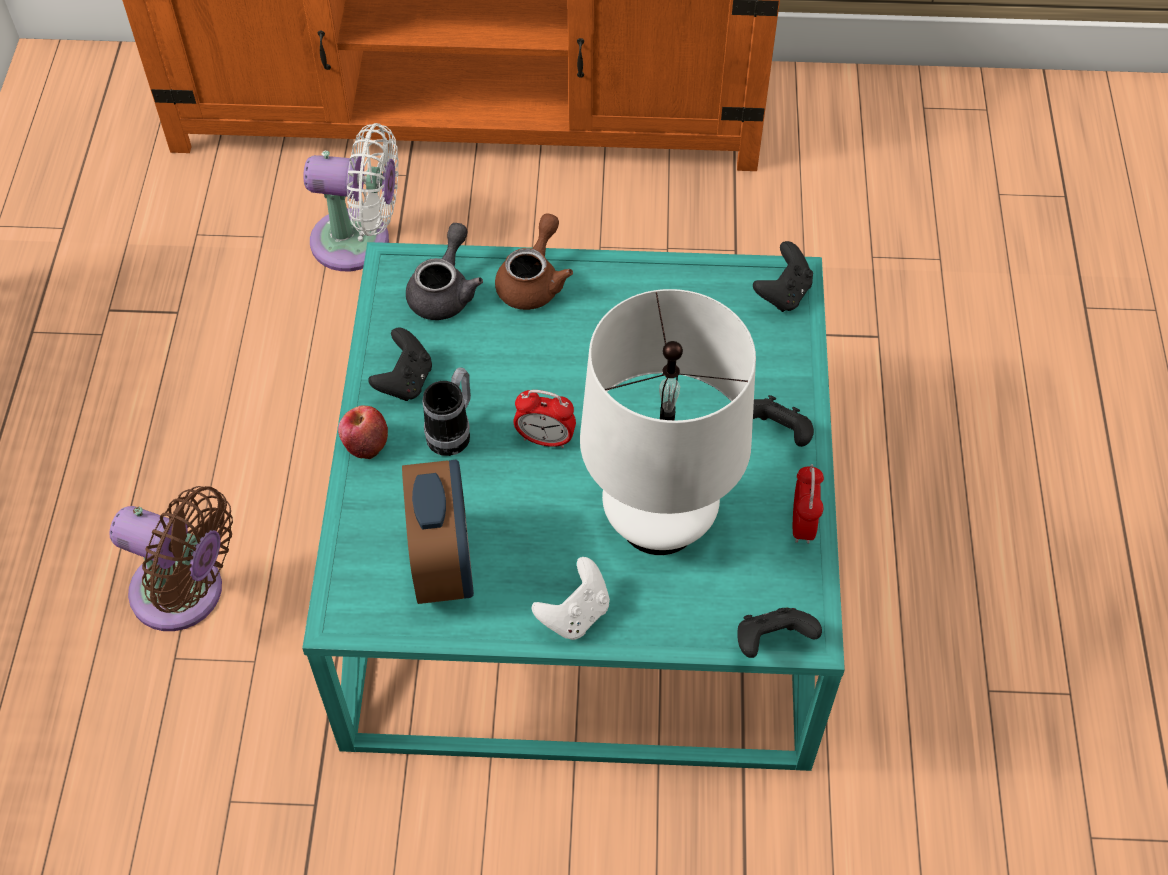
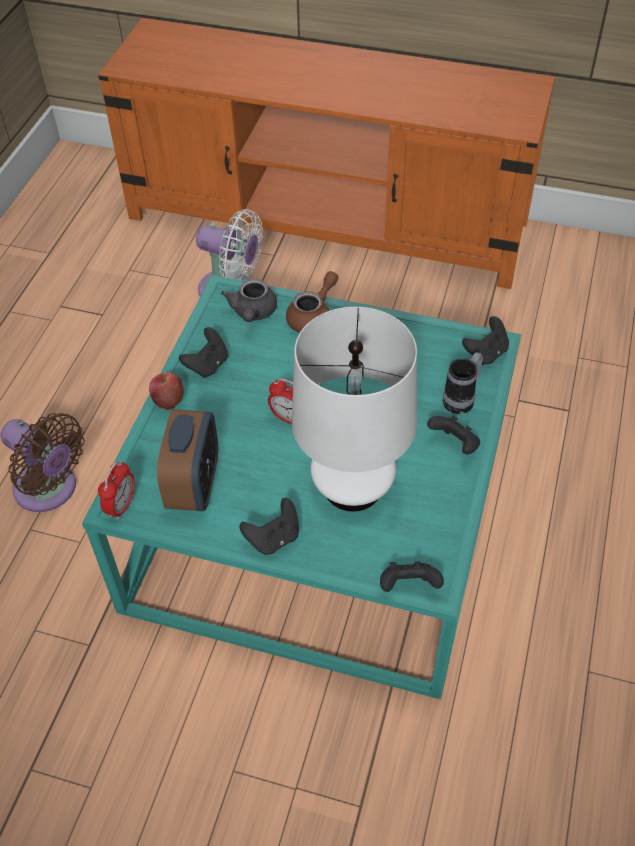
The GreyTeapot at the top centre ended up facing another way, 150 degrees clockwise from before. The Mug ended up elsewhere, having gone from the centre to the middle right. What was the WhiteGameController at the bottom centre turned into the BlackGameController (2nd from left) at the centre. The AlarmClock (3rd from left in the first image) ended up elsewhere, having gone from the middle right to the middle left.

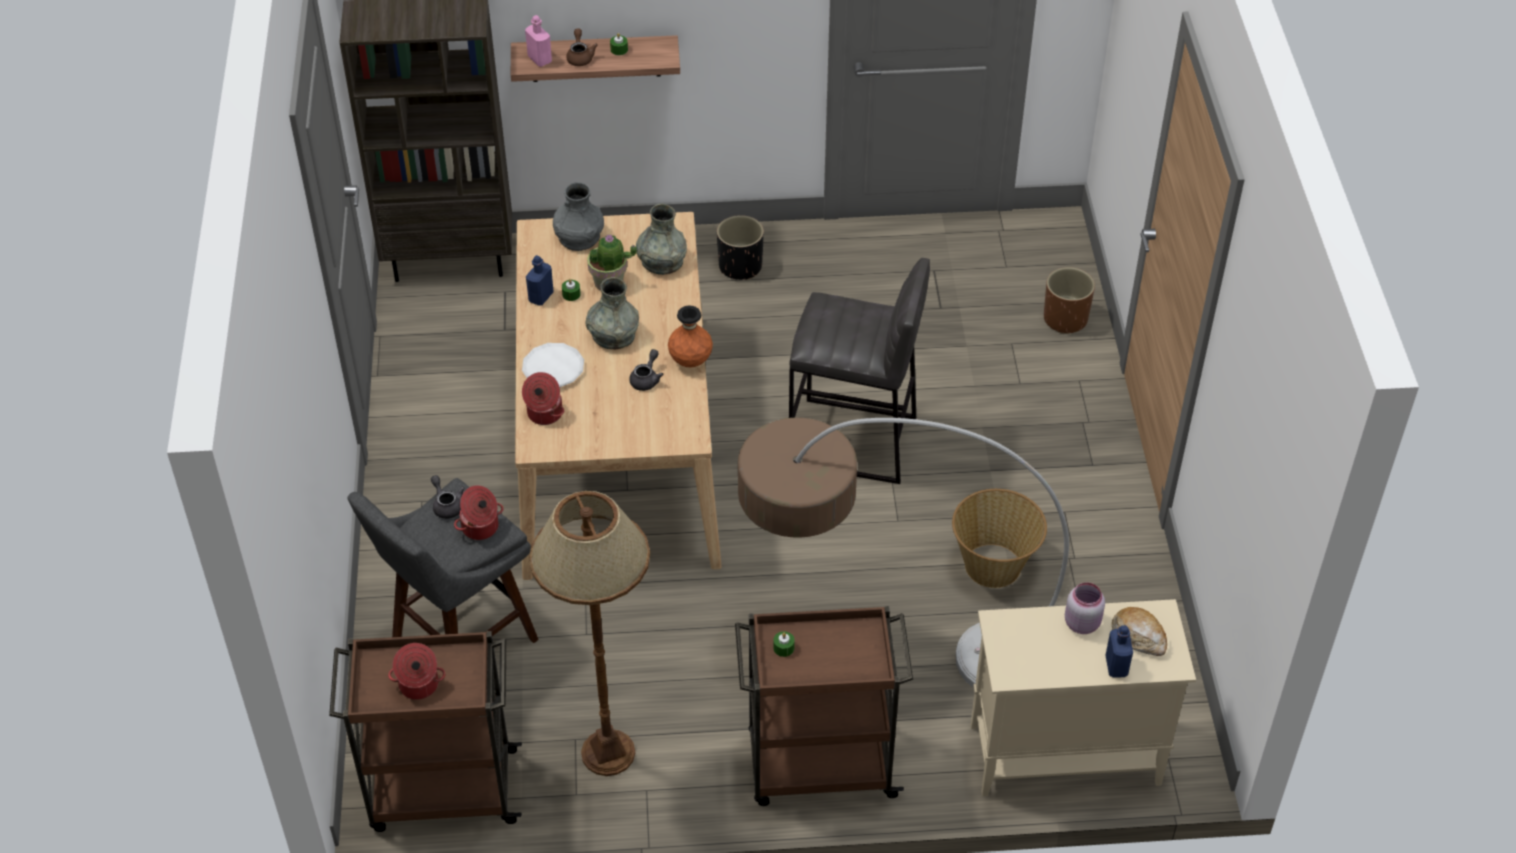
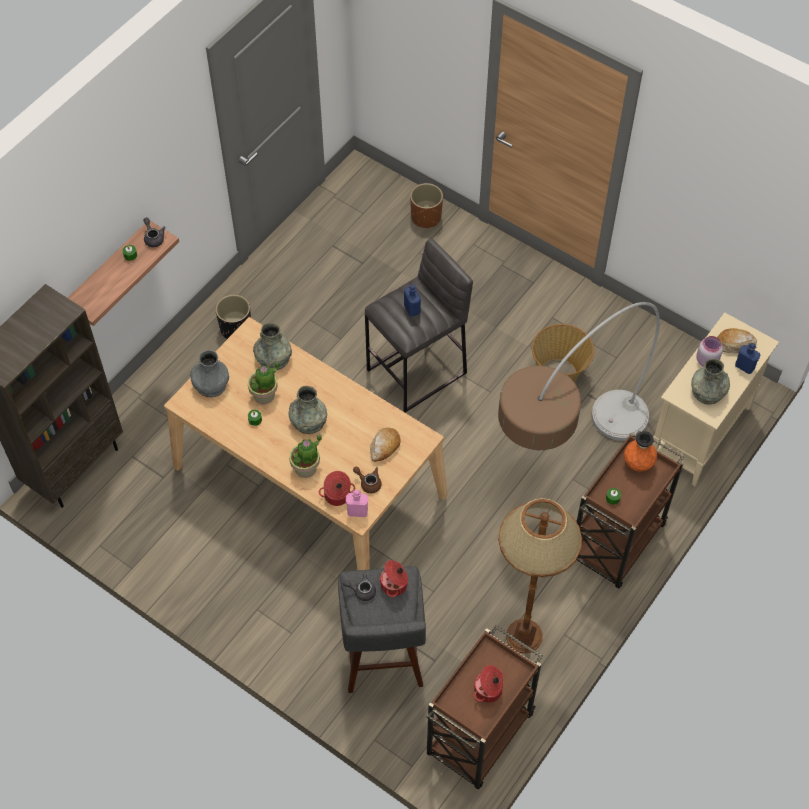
Where the WhitePlate stood at the centre, the PottedPlant (2nd from left) came to stand at the centre. The PinkBottle ended up elsewhere, having gone from the top centre to the centre. The BlueBottle (1st from left) ended up elsewhere, having gone from the top centre to the centre. The BrownTeapot ended up elsewhere, having gone from the top centre to the centre. The GreyTeapot (2nd from left in the first image) ended up elsewhere, having gone from the centre to the top left. The OrangeVase ended up elsewhere, having gone from the centre to the middle right. The second view gained the Bread (1st from left) at the centre. The second view gained the GreyVase (4th from left) at the middle right.

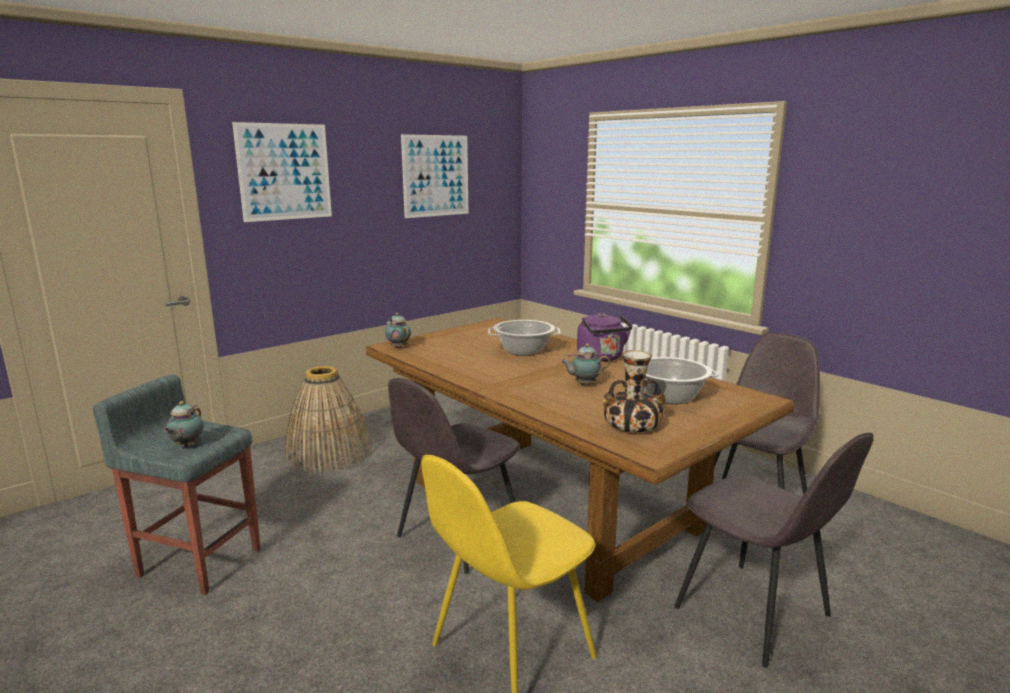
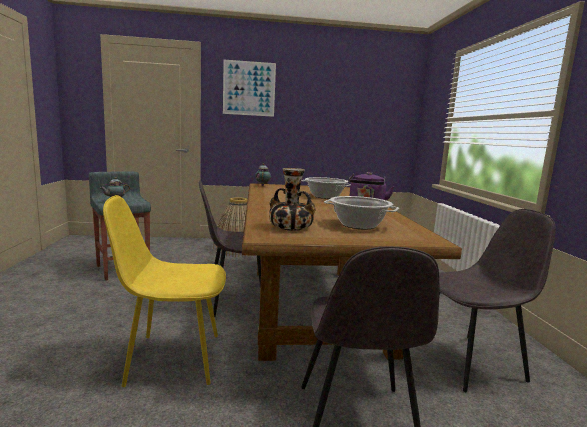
The second view lost the Picture (2nd from left) at the top centre. The second view lost the Teapot (3rd from left) at the centre.

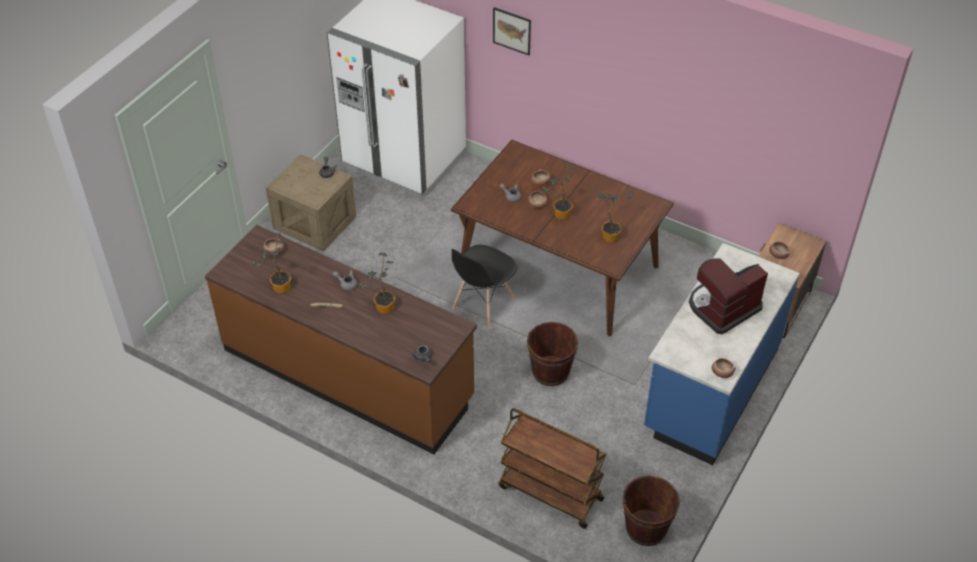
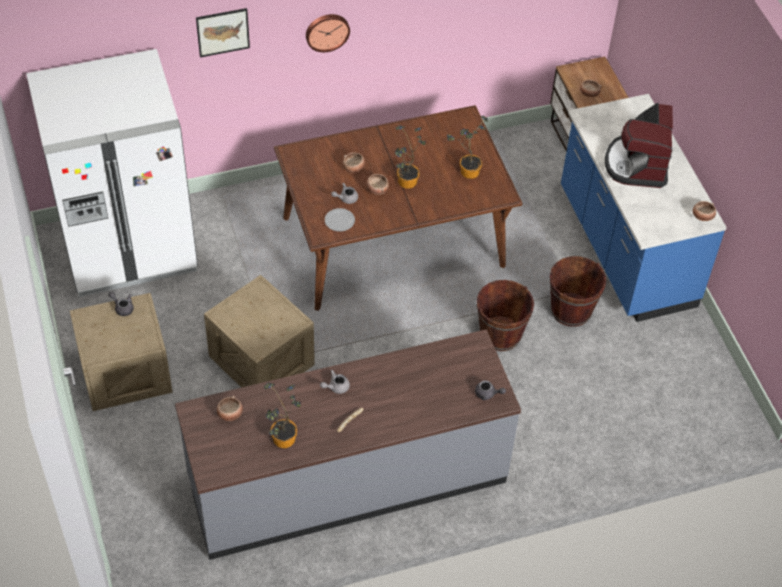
What was the BrownCounter at the centre turned into the GreyCounter at the bottom centre. The second view lost the PottedPlant (2nd from left) at the centre. The second view lost the BlackChair at the centre. The second view lost the BrownCart at the bottom centre. The BrownBucket (2nd from left) ended up elsewhere, having gone from the bottom centre to the middle right. The second view gained the Crate (2nd from left) at the middle left. The second view gained the WallClock at the top centre. The second view gained the Plate at the centre.

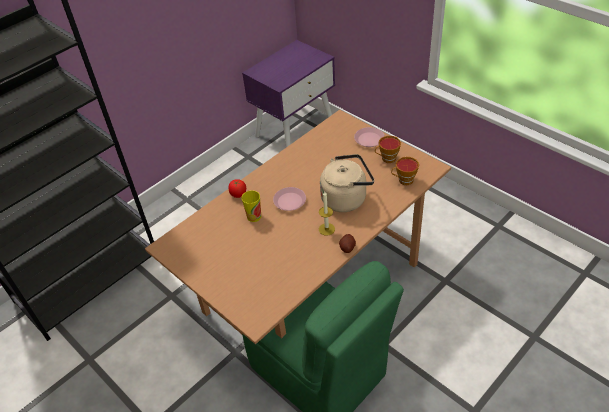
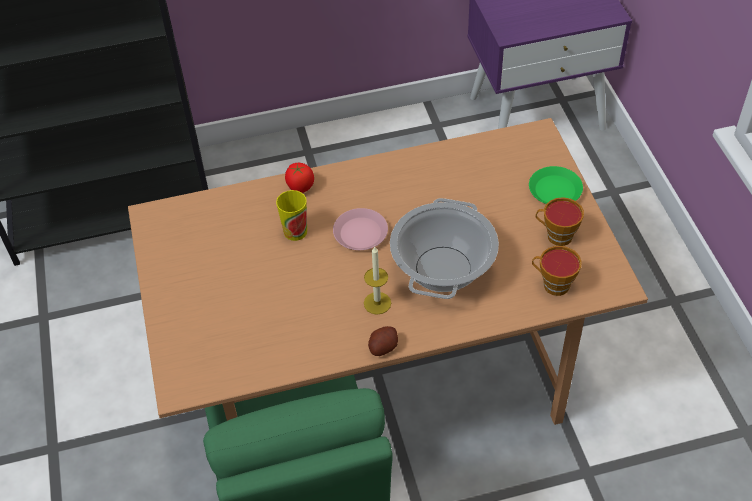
Where the BeigeKettle stood at the centre, the CookingPot came to stand at the centre. What was the PinkPlate (2nd from left) at the top centre turned into the GreenPlate at the middle right.

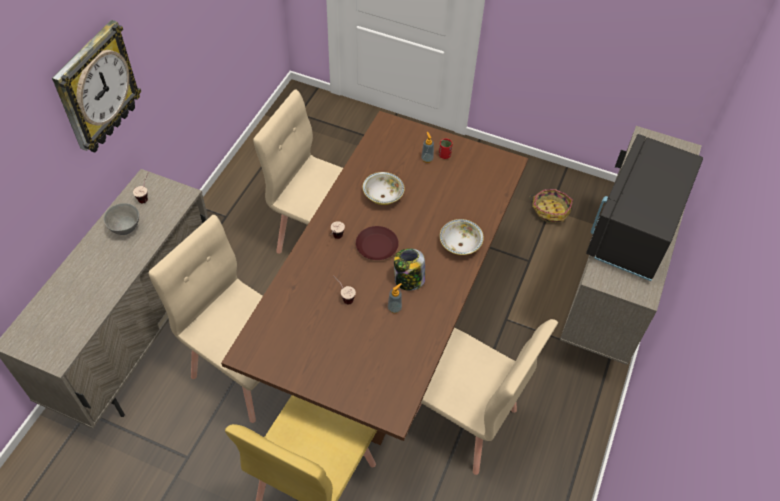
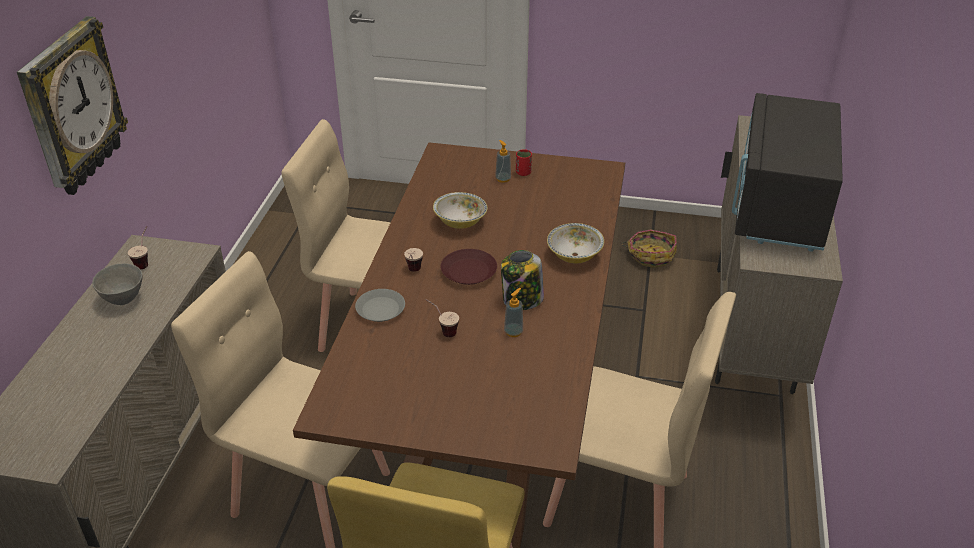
The second view gained the GreyPlate at the centre.

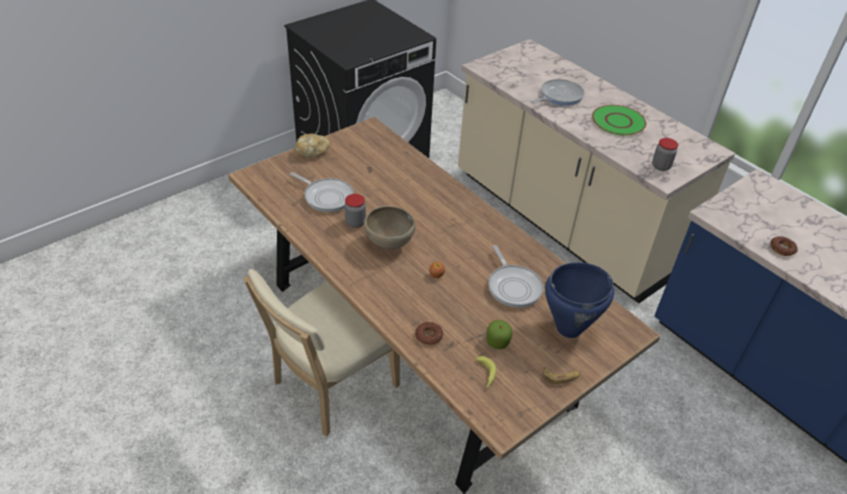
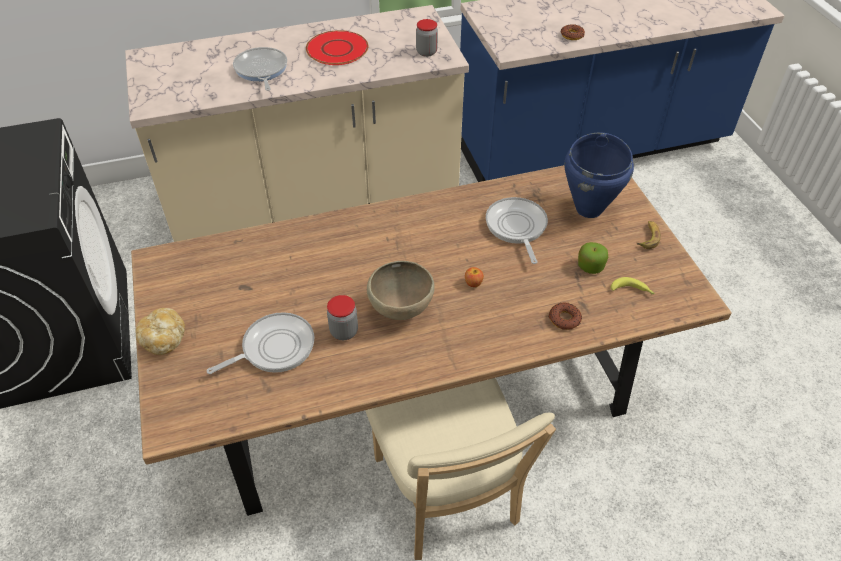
The FryingPan (2nd from left in the first image) at the centre ended up facing another way, 105 degrees counterclockwise from before. What was the GreenPlate at the top right turned into the RedPlate at the top centre.

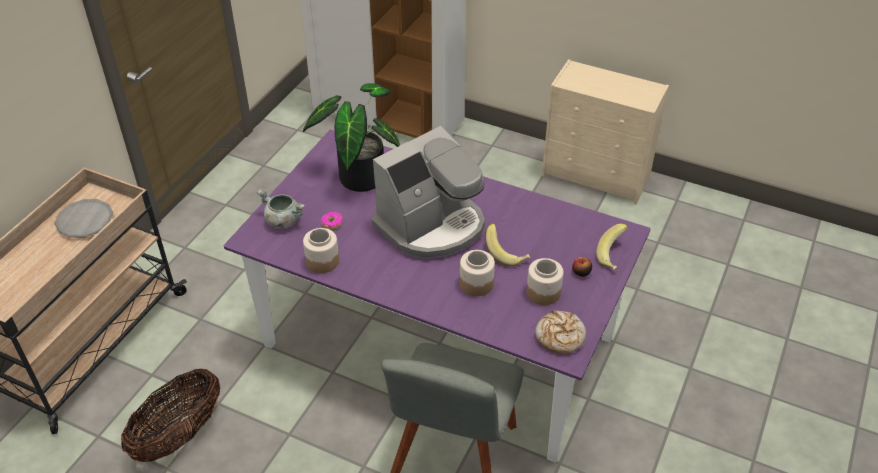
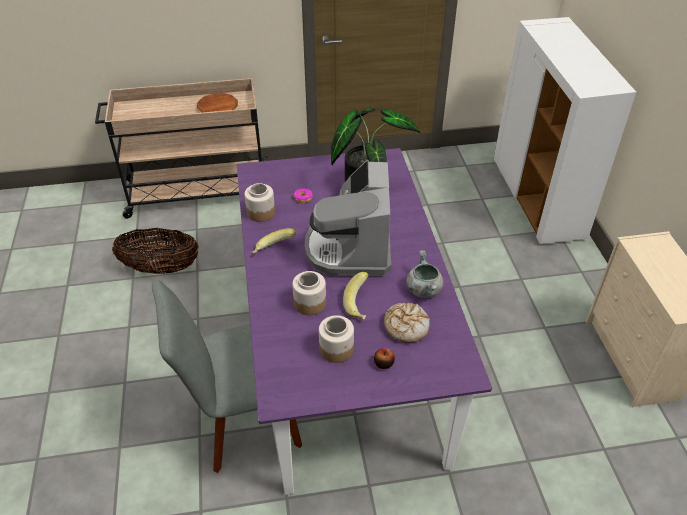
What was the GreyPlate at the middle left turned into the BrownPlate at the top left. The GreyCookingPot ended up elsewhere, having gone from the middle left to the centre. The CoffeeMachine at the centre ended up facing another way, 75 degrees clockwise from before. The Bread ended up elsewhere, having gone from the bottom centre to the centre. The Banana (2nd from left in the first image) ended up elsewhere, having gone from the middle right to the centre.

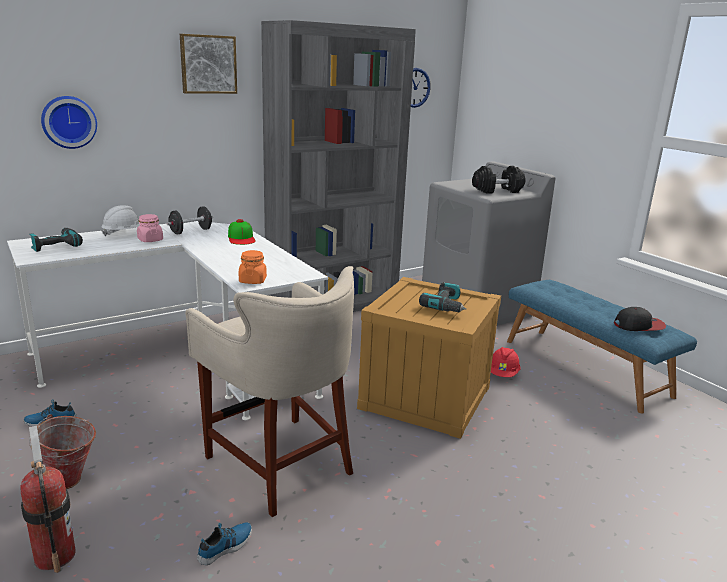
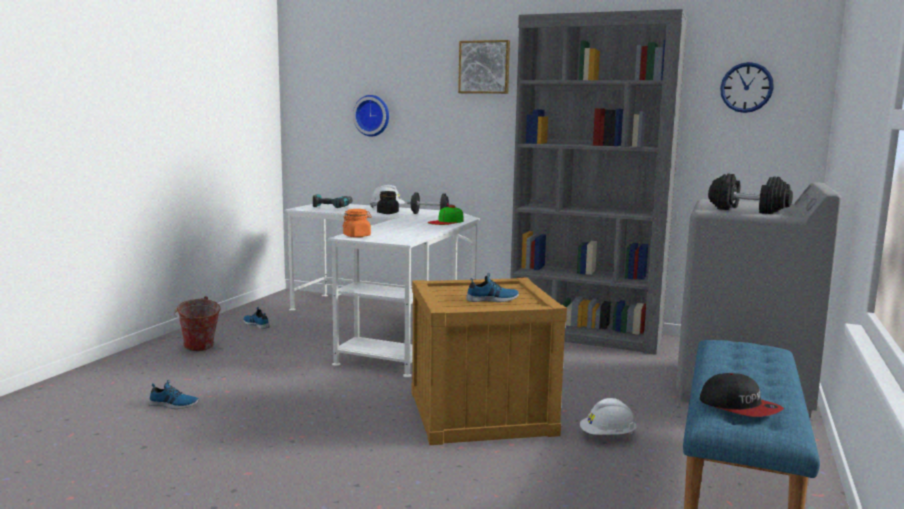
The second view lost the FireExtinguisher at the bottom left. What was the PinkJar at the middle left turned into the BlackJar at the centre. The second view lost the BeigeStool at the bottom centre. Where the PowerDrill (2nd from left) stood at the centre, the Shoe (3rd from left) came to stand at the centre. What was the RedHardHat at the middle right turned into the WhiteHardHat (2nd from left) at the bottom right.

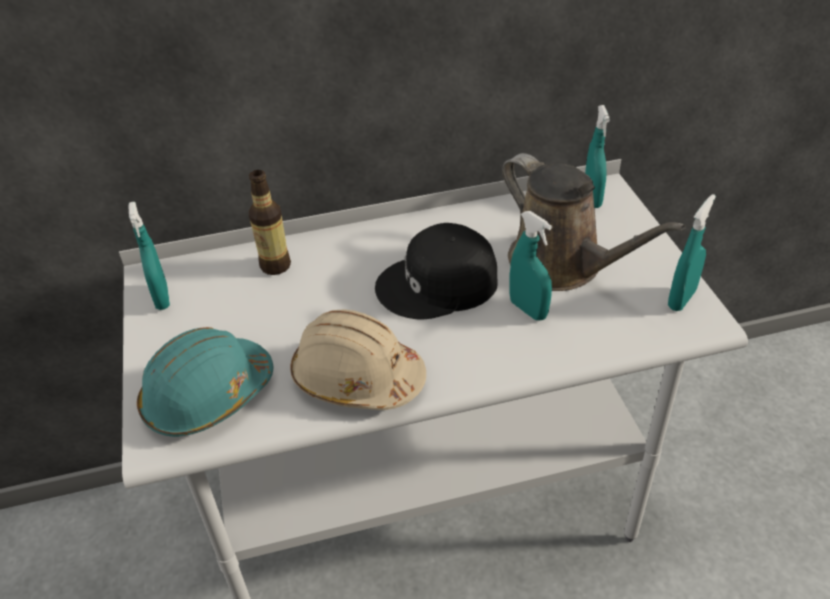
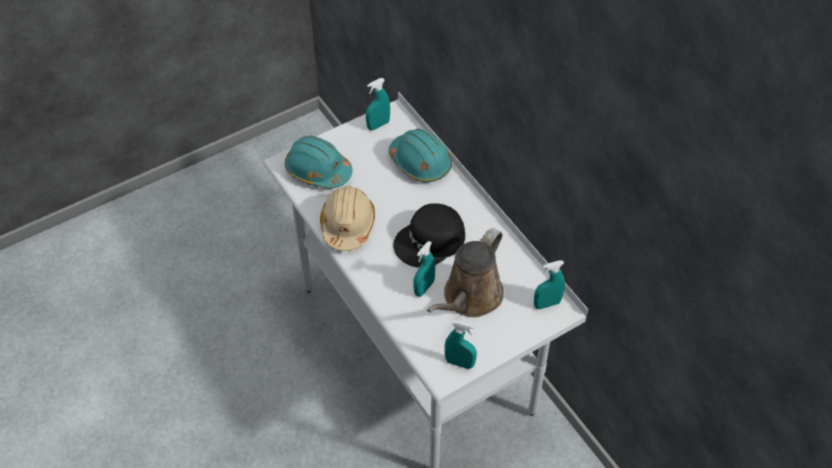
Where the Bottle stood at the middle left, the TurquoiseHardHat (2nd from left) came to stand at the centre. The BlackCap at the centre ended up facing another way, 90 degrees counterclockwise from before.

